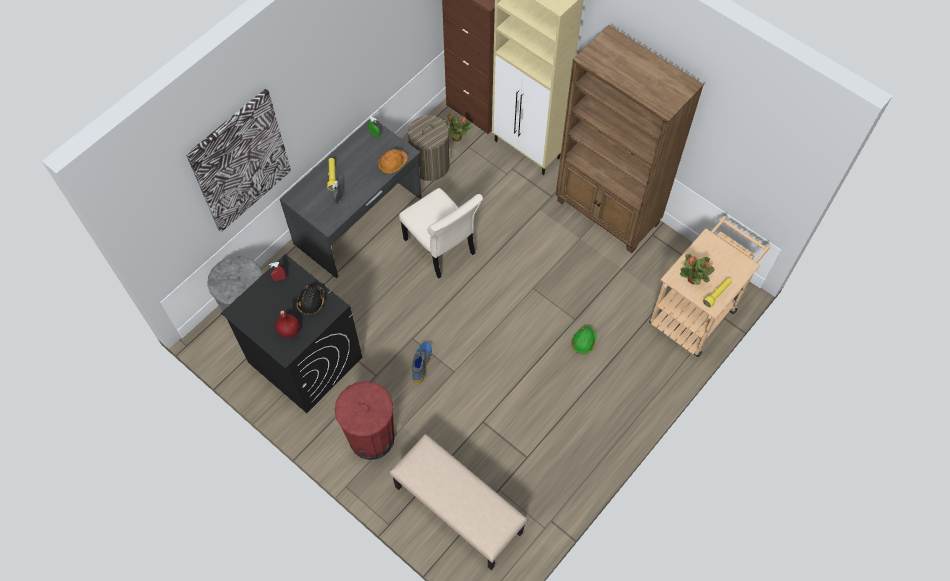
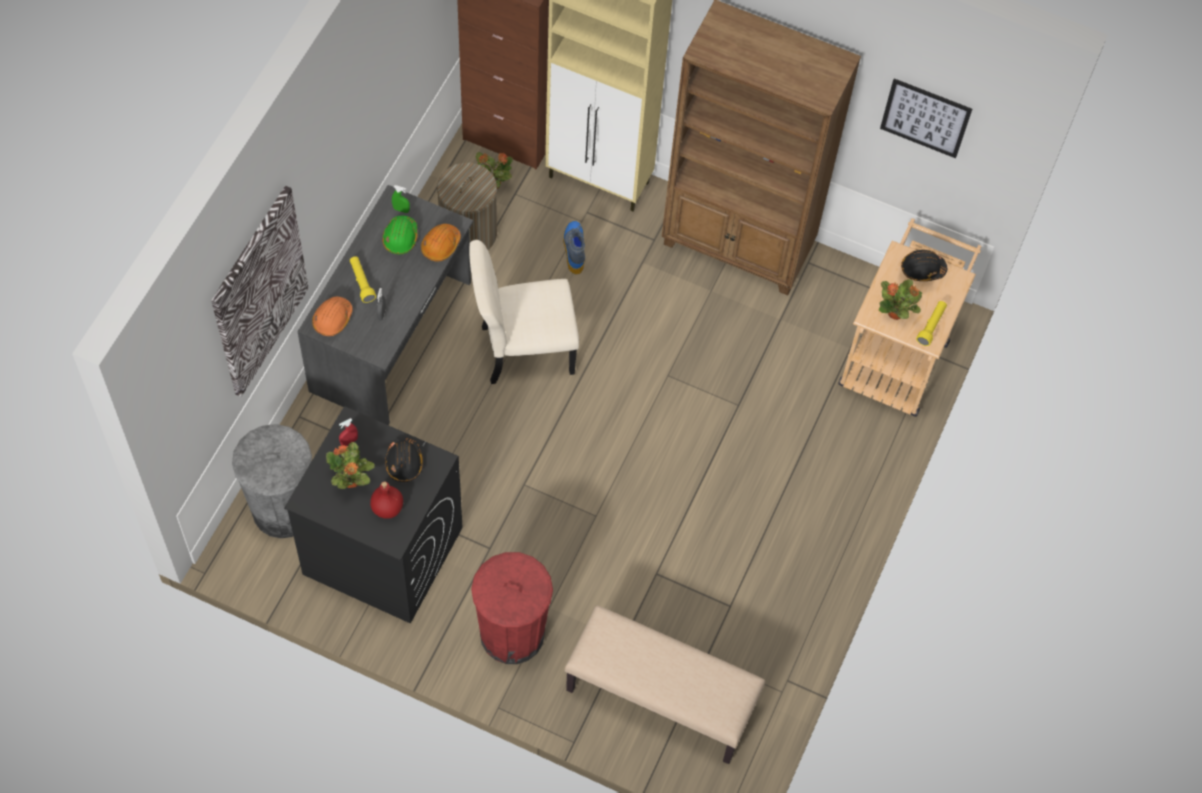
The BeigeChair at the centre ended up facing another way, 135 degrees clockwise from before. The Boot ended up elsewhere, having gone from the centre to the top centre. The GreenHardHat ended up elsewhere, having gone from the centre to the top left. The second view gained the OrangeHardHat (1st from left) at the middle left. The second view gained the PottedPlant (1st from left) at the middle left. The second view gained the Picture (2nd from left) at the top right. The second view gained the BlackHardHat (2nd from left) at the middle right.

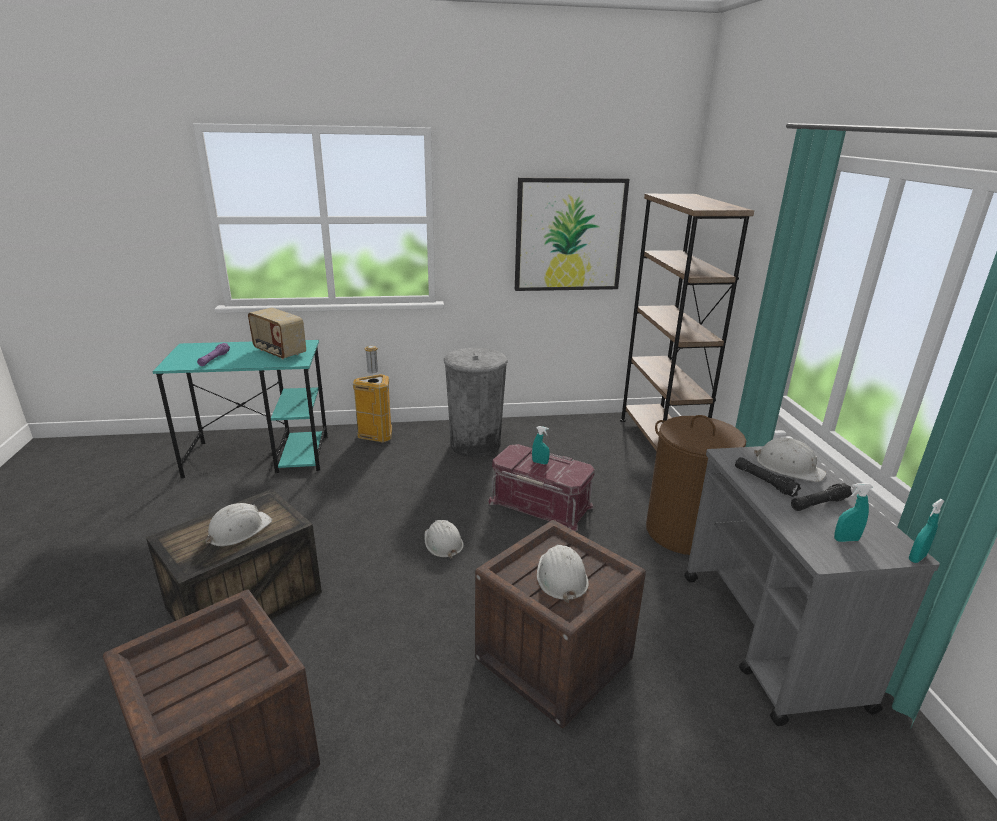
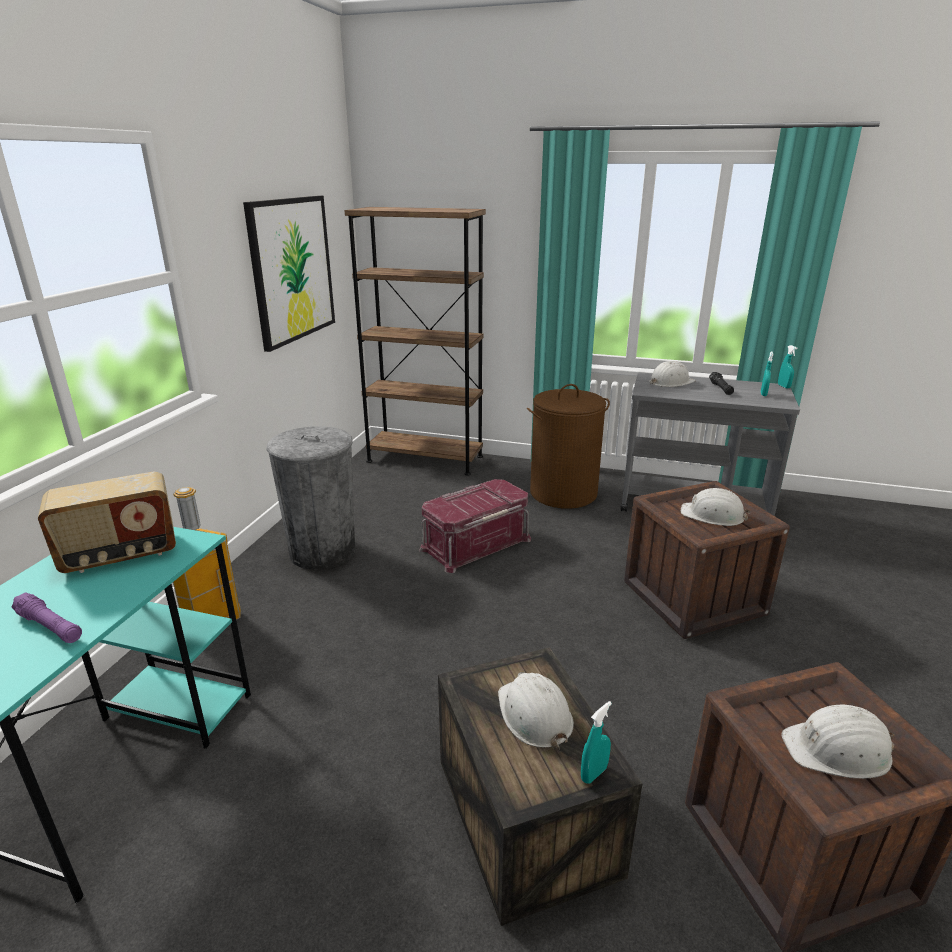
The WhiteHardHat (2nd from left in the first image) ended up elsewhere, having gone from the centre to the bottom right. The TurquoiseSprayBottle (1st from left) ended up elsewhere, having gone from the centre to the bottom centre. The second view lost the BlackFlashlight (1st from left) at the middle right.

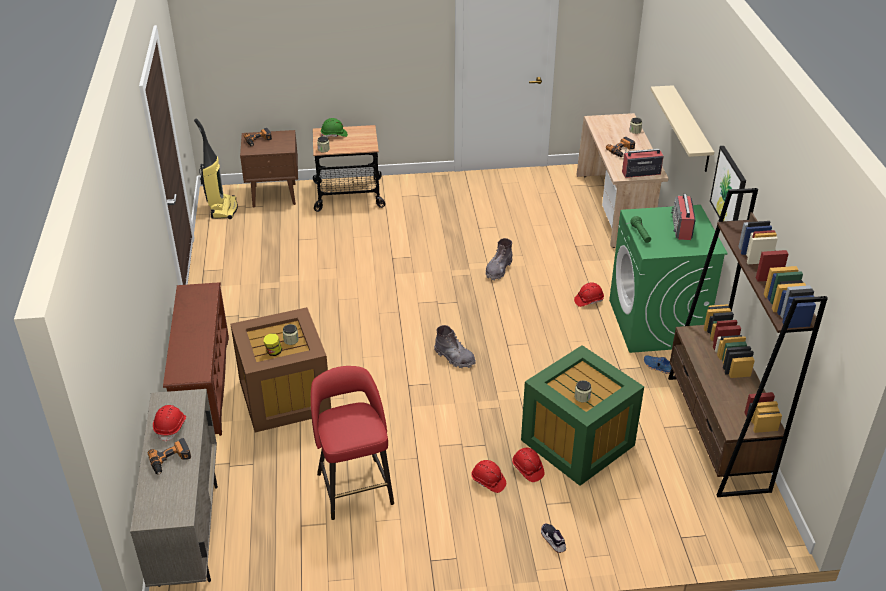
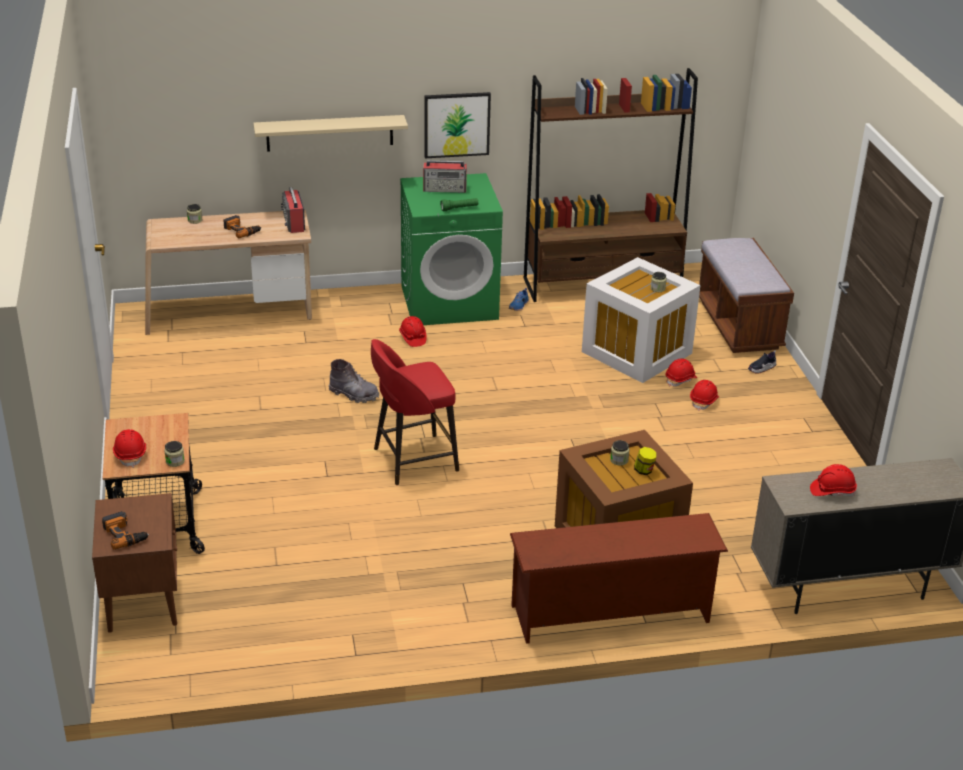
The second view lost the PowerDrill (1st from left) at the bottom left. The second view lost the VacuumCleaner at the top left. The RedStool ended up elsewhere, having gone from the bottom centre to the centre. What was the GreenHardHat at the top centre turned into the RedHardHat (1st from left) at the middle left. The second view lost the GreyBoot (1st from left) at the centre. What was the GreenStorageBox at the bottom centre turned into the WhiteStorageBox at the centre. The second view gained the BrownBench at the middle right.

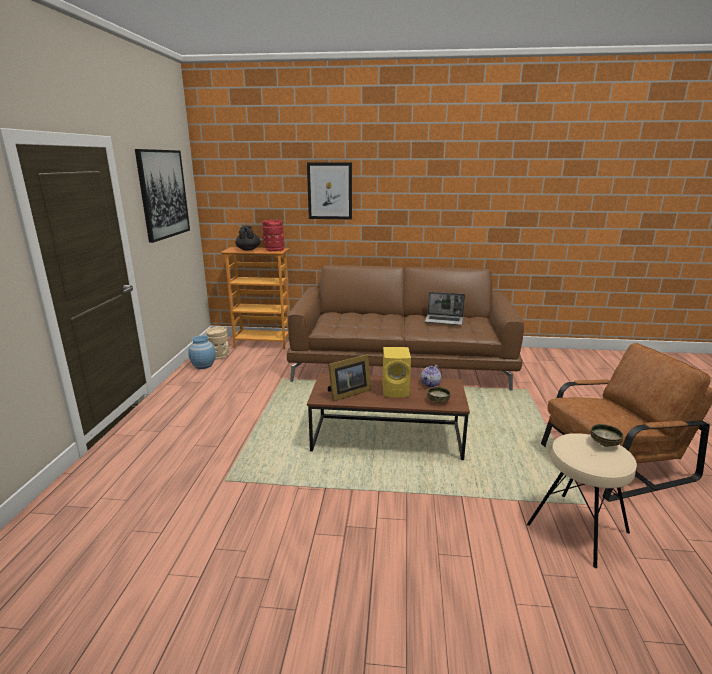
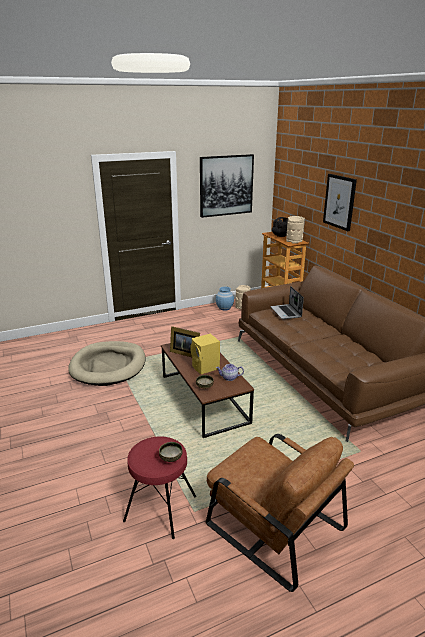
What was the RedVase at the centre turned into the BeigeVase (2nd from left) at the middle right. The Laptop ended up elsewhere, having gone from the centre to the middle right. What was the BeigeStool at the bottom right turned into the RedStool at the bottom centre. The second view gained the BeigeDogBed at the middle left.

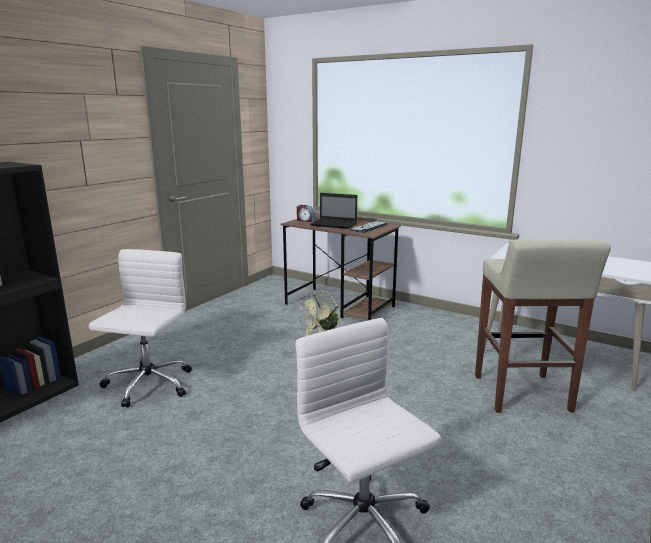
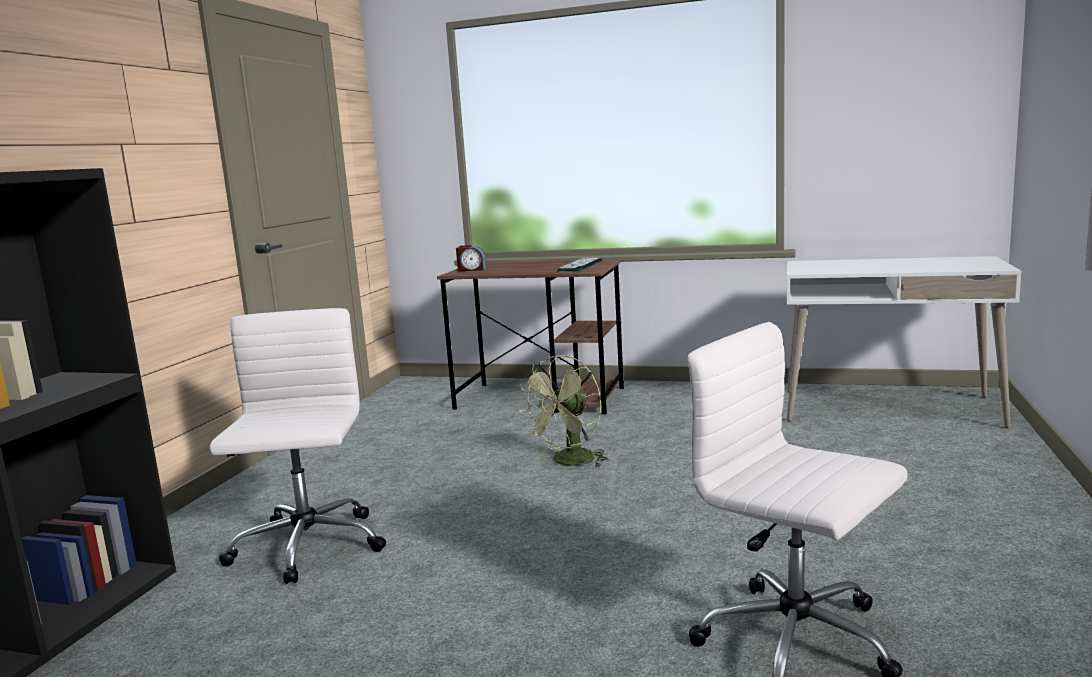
The second view lost the Laptop at the centre. The second view lost the BeigeStool at the middle right.

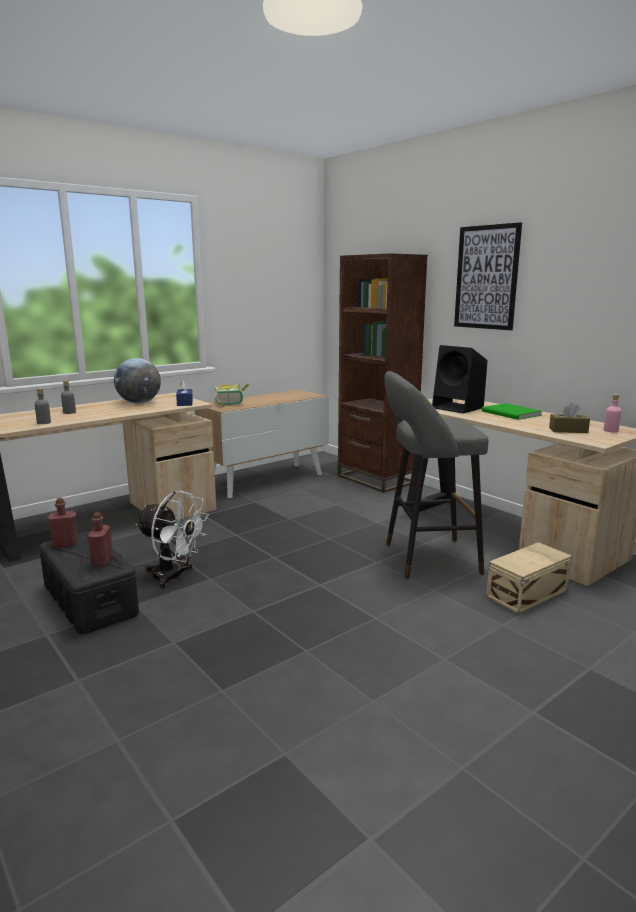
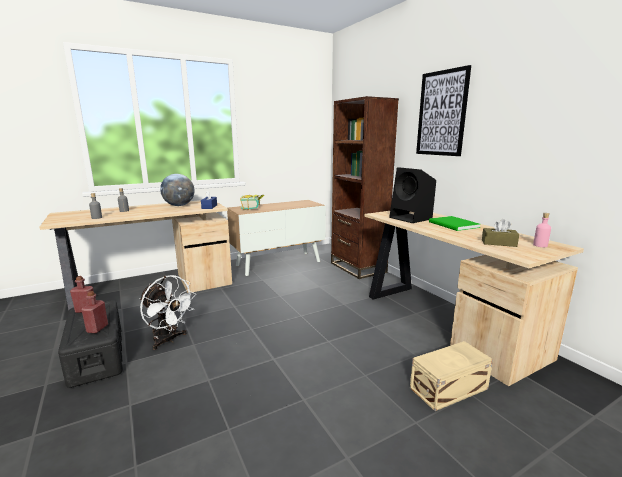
The second view lost the GreyStool at the middle right.

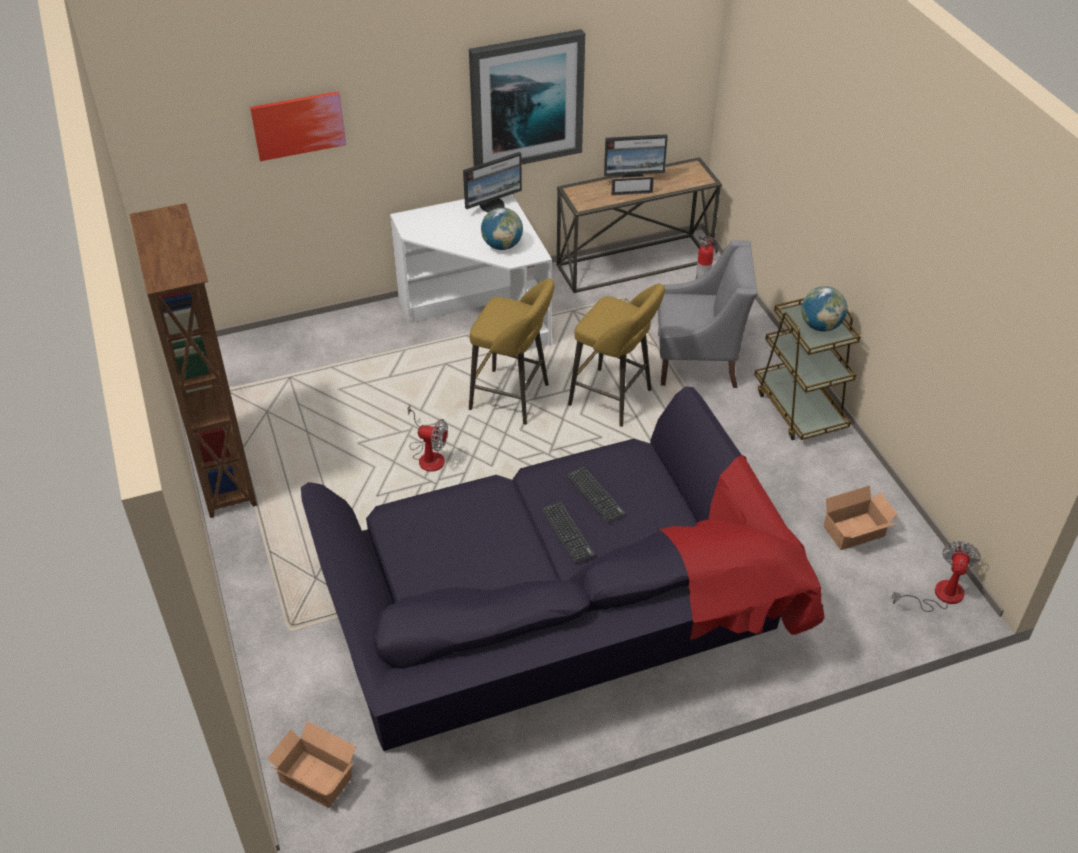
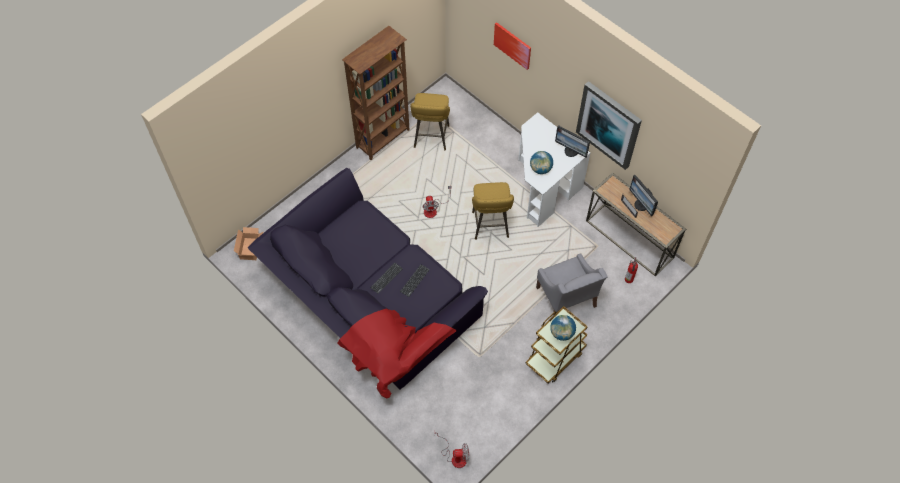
The YellowStool (2nd from left in the first image) ended up elsewhere, having gone from the centre to the top centre. The second view lost the CardboardBox (2nd from left) at the middle right.

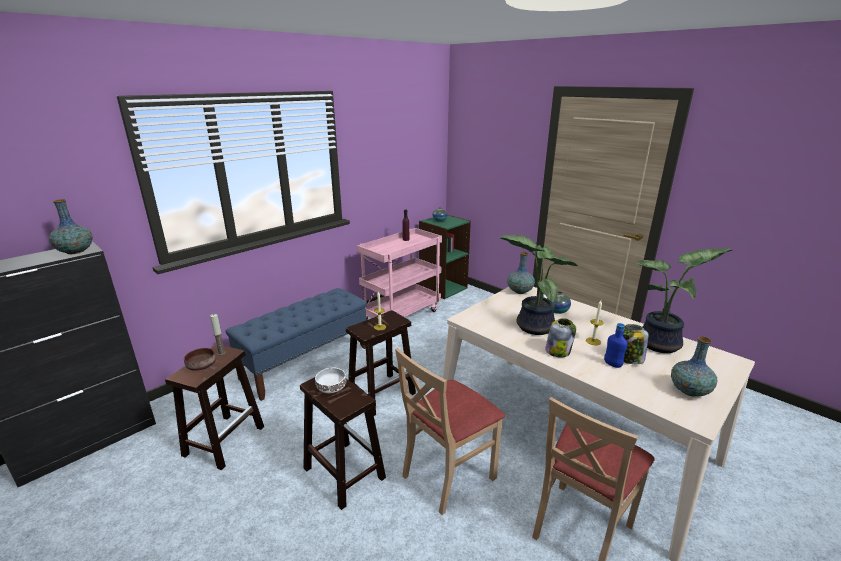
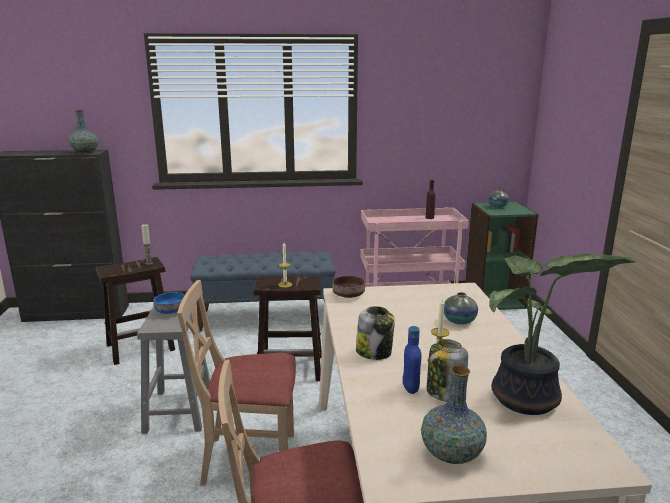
The BrownBowl ended up elsewhere, having gone from the middle left to the centre. What was the BrownStool (2nd from left) at the bottom centre turned into the GreyStool at the bottom left. What was the WhiteBowl at the bottom centre turned into the BlueBowl at the middle left. The second view lost the PottedPlant (1st from left) at the centre. The second view lost the Vase (3rd from left) at the centre.

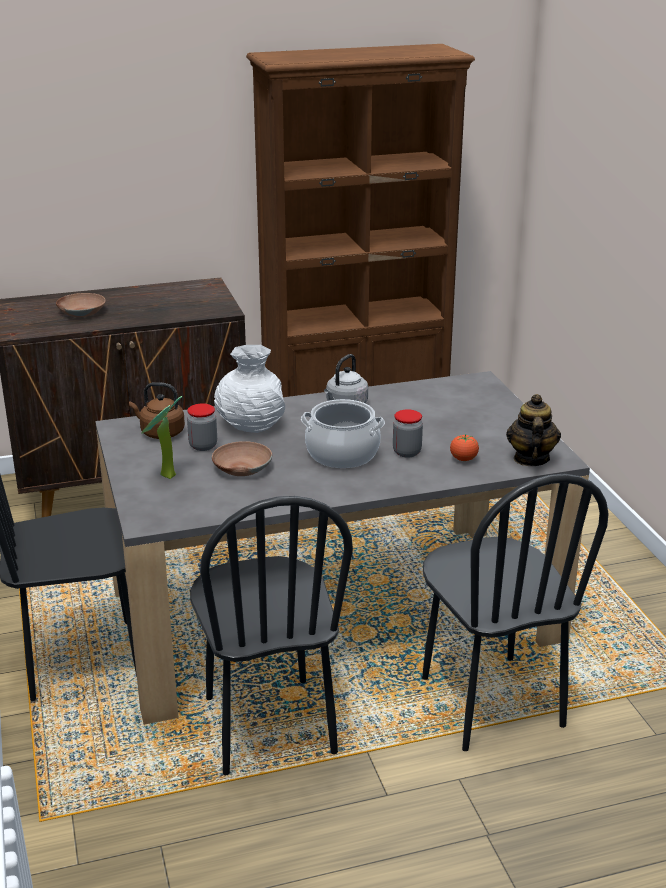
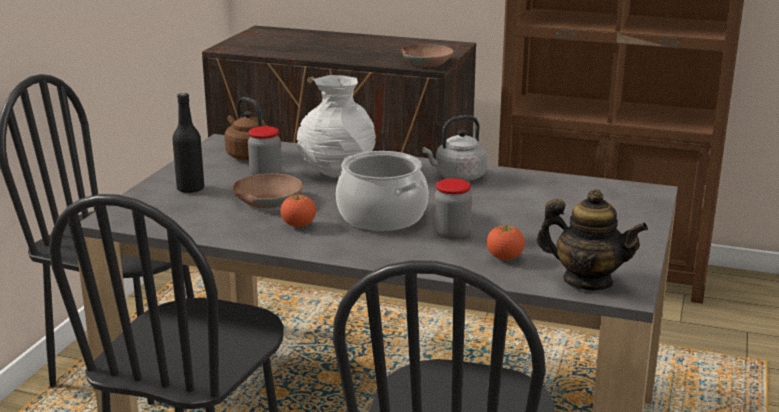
The BrownBowl (1st from left in the first image) ended up elsewhere, having gone from the middle left to the top centre. Where the PottedPlant stood at the middle left, the BlackBottle came to stand at the middle left. The Teapot at the middle right ended up facing another way, 75 degrees clockwise from before. The second view gained the Tomato (1st from left) at the centre.

